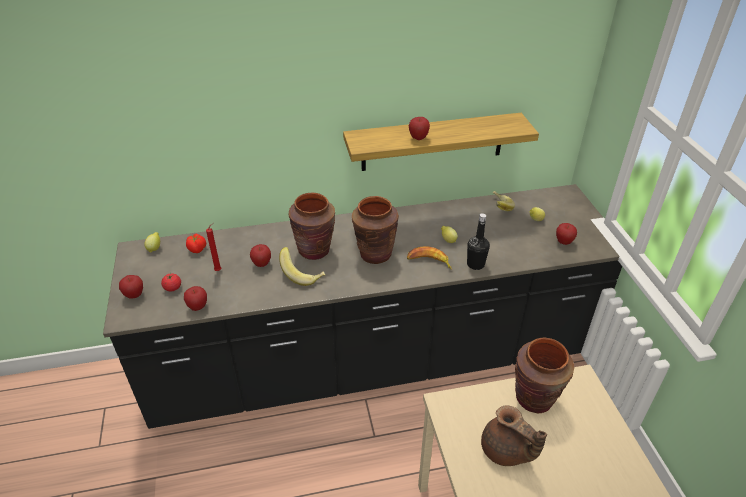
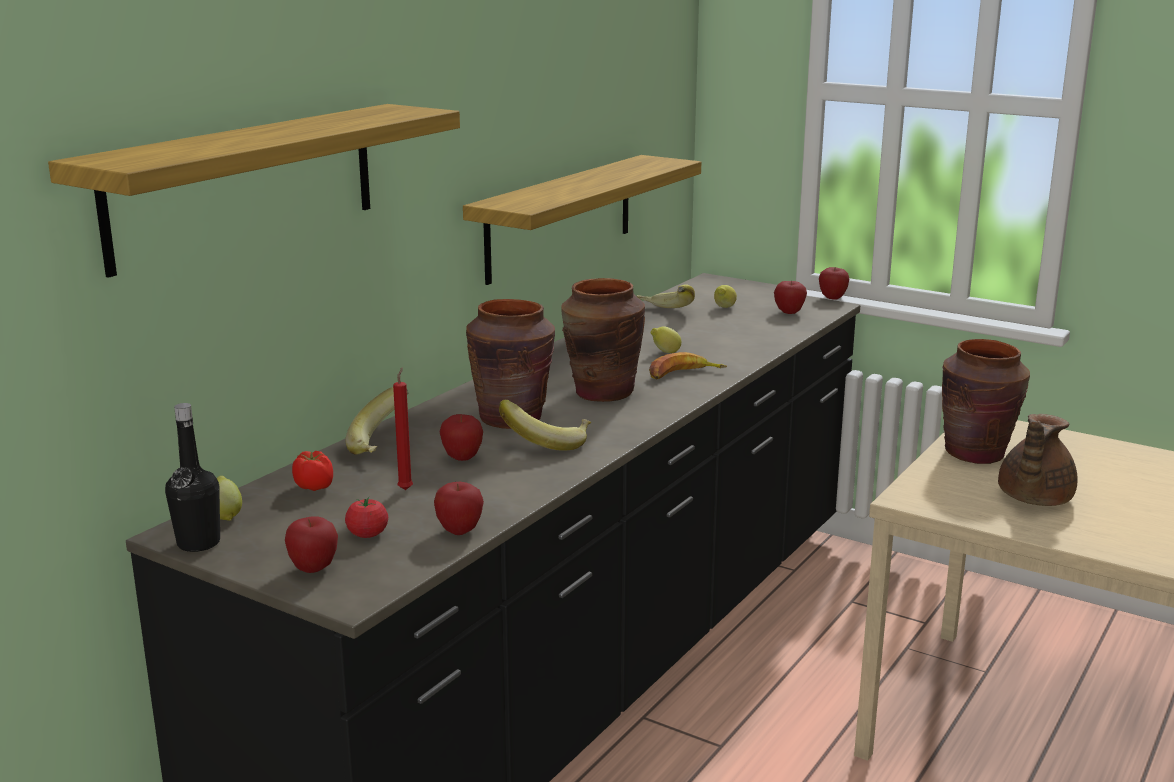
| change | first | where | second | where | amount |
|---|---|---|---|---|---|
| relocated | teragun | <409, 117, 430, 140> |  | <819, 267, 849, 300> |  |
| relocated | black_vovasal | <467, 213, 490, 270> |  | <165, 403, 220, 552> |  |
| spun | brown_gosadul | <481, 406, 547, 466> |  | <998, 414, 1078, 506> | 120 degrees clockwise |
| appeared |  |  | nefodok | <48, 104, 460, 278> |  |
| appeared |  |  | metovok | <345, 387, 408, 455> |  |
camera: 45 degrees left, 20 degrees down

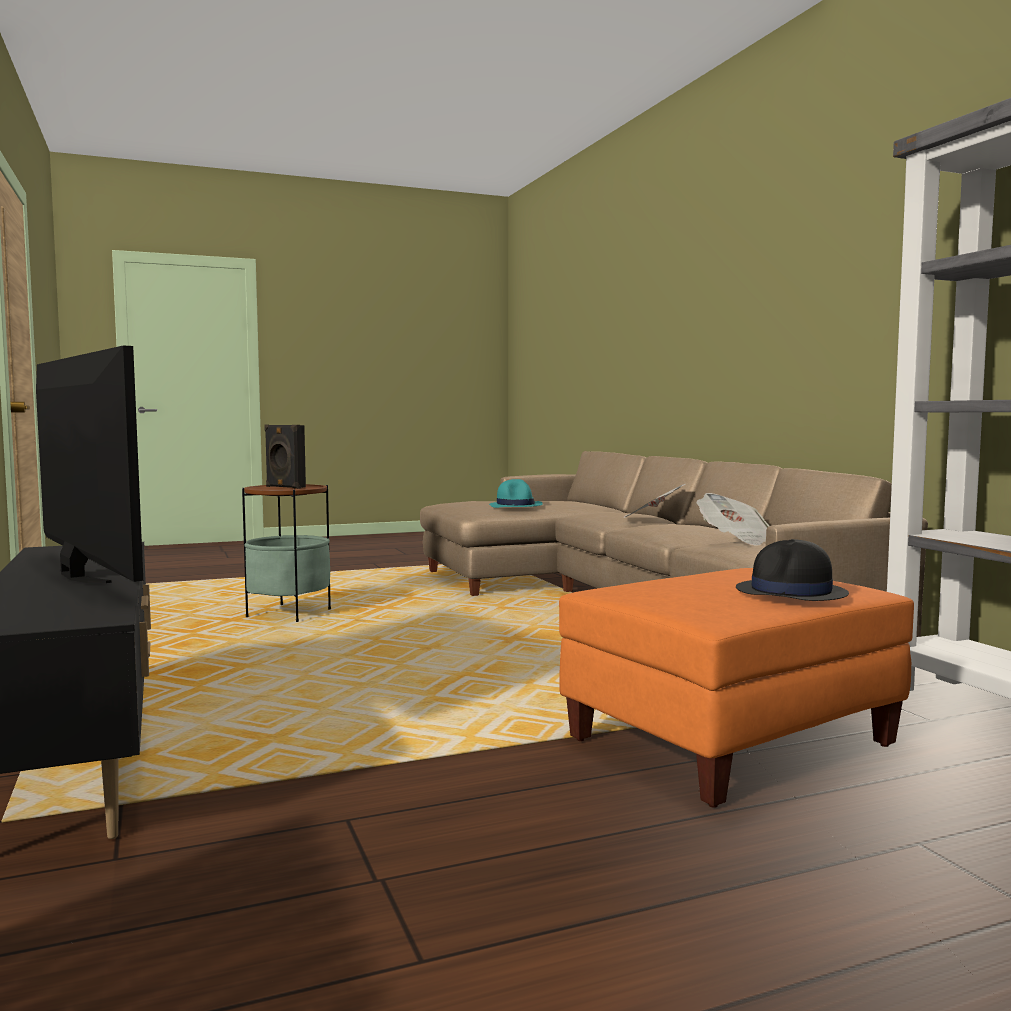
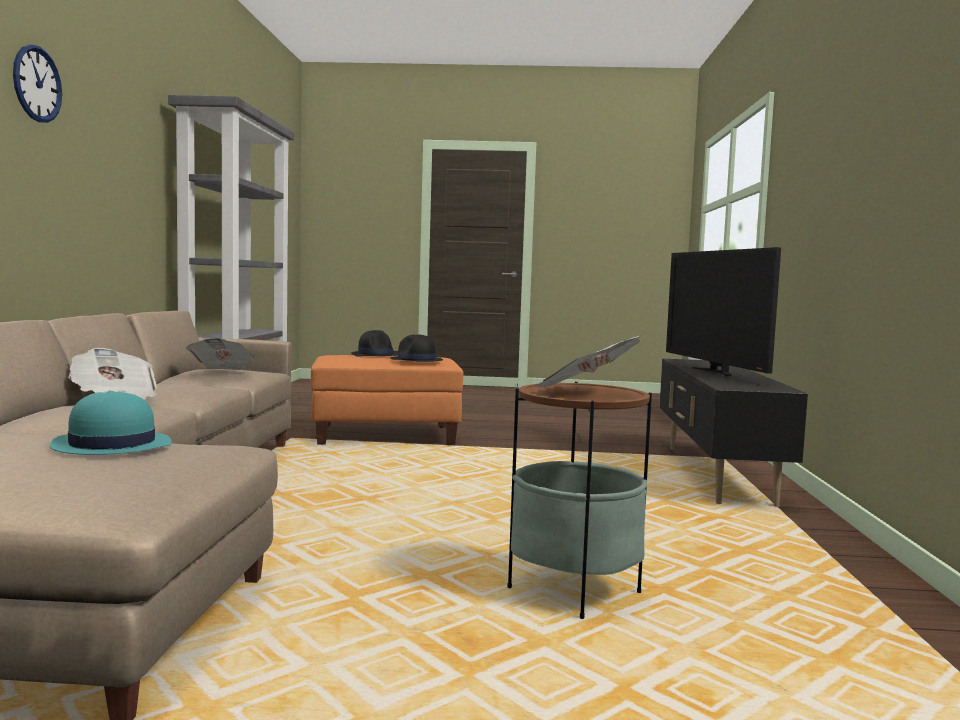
| change | first | where | second | where | amount |
|---|---|---|---|---|---|
| exchanged | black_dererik | <265, 424, 306, 489> | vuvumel | <535, 335, 642, 387> |  |
| appeared |  |  | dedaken | <13, 44, 62, 123> |  |
| appeared |  |  | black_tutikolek | <390, 334, 443, 362> |  |
camera: 155 degrees left, 0 degrees up

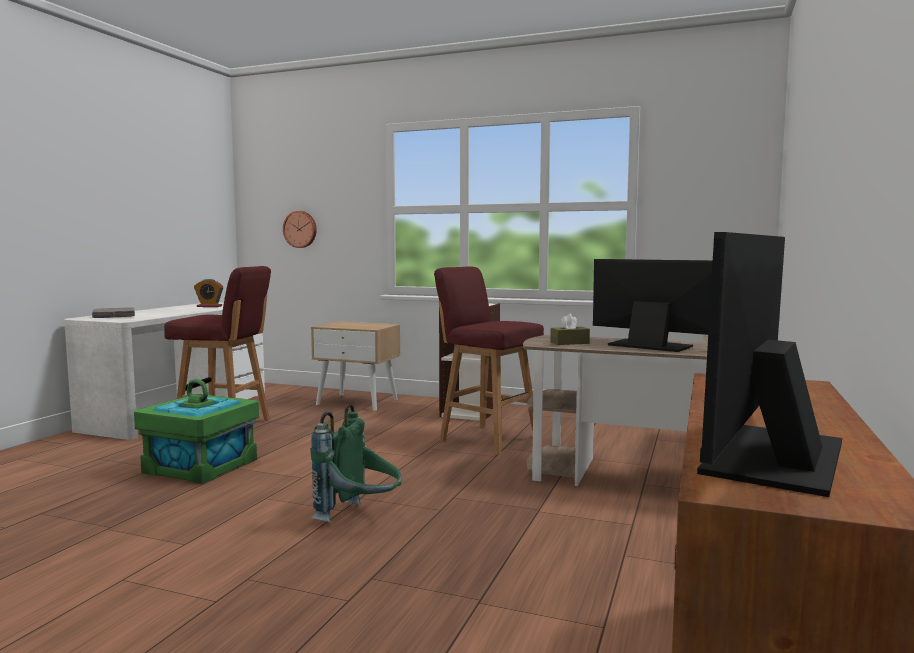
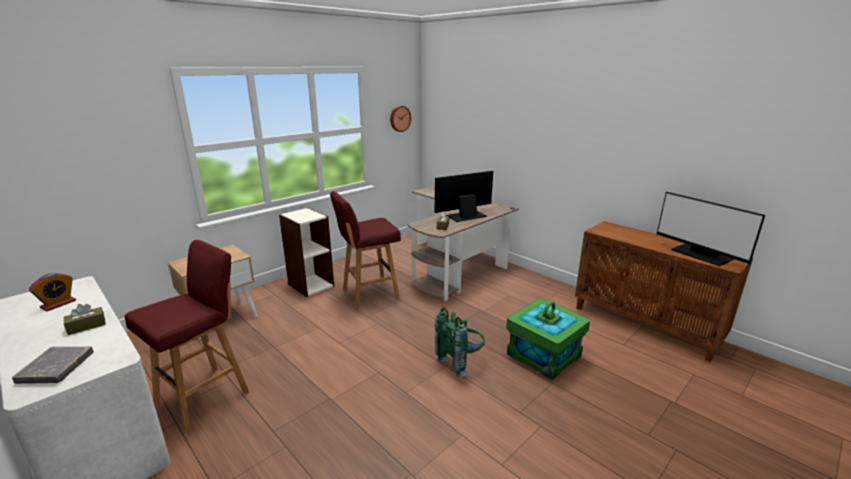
| change | first | where | second | where | amount |
|---|---|---|---|---|---|
| relocated | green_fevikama | <134, 379, 259, 484> |  | <507, 299, 590, 380> |  |
| relocated | dedaken | <283, 211, 317, 248> |  | <390, 106, 411, 132> |  |
| appeared |  |  | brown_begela | <64, 304, 106, 335> |  |
camera: 65 degrees left, 15 degrees up

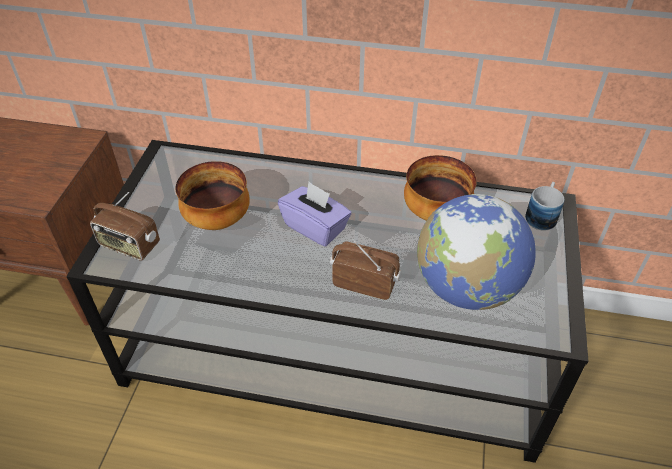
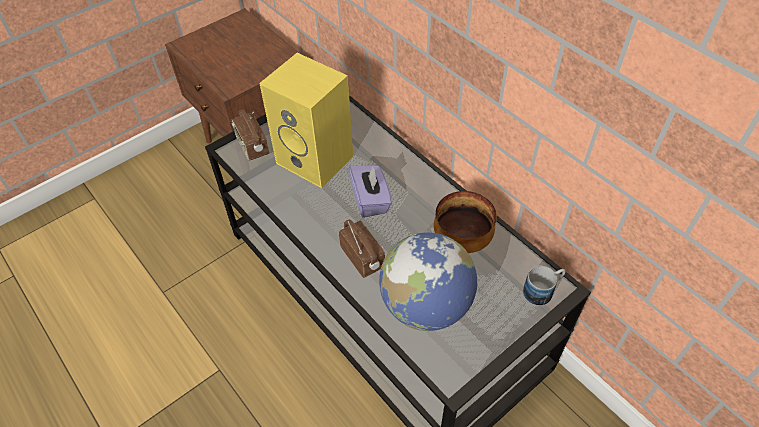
| change | first | where | second | where | amount |
|---|---|---|---|---|---|
| exchanged | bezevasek | <176, 161, 250, 230> | yellow_dererik | <259, 53, 353, 188> |  |
camera: 40 degrees right, 5 degrees up

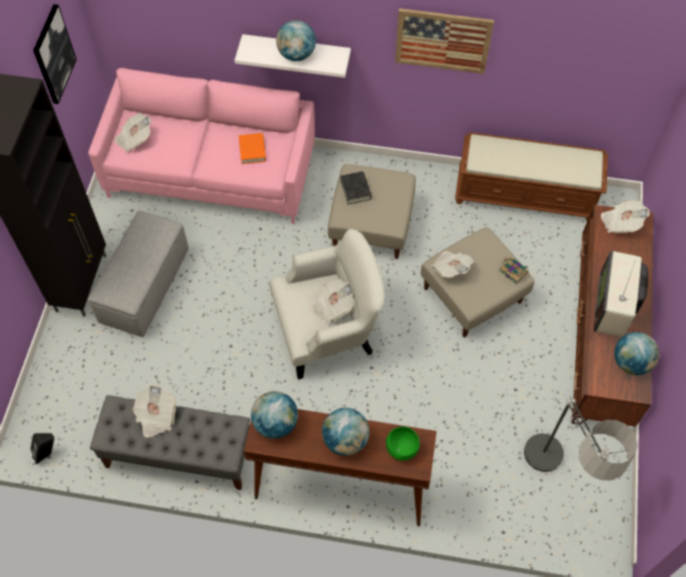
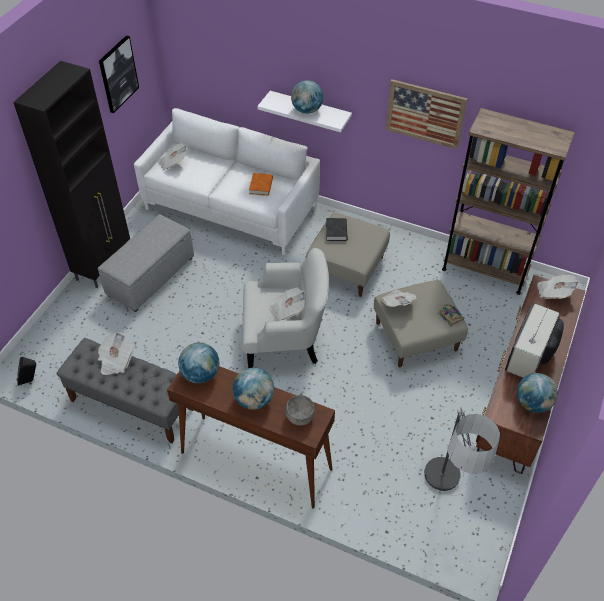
| change | first | where | second | where | amount |
|---|---|---|---|---|---|
| colour | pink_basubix | <88, 68, 315, 224> | white_basubix | <134, 108, 320, 255> |  |
| colour | green_bezevasek | <386, 426, 420, 461> | grey_bezevasek | <285, 395, 315, 426> |  |
| exchanged | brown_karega | <455, 132, 608, 221> | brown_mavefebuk | <442, 108, 575, 295> |  |
camera: 15 degrees right, 10 degrees down

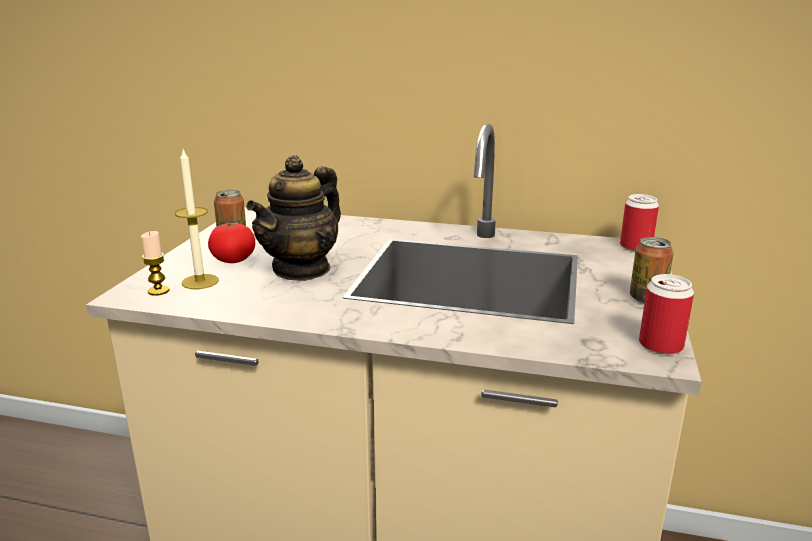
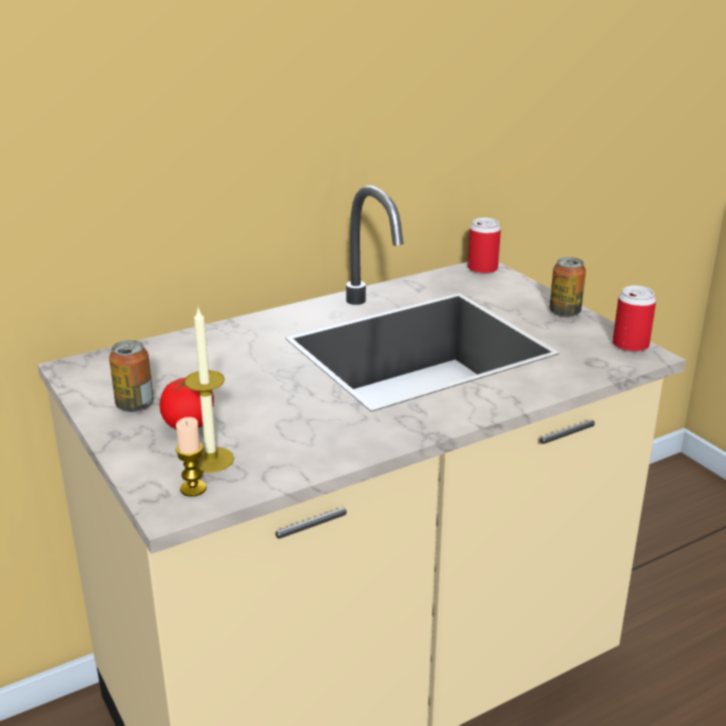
| change | first | where | second | where | amount |
|---|---|---|---|---|---|
| missing | gosadul | <246, 155, 341, 281> |  |  |  |
camera: 45 degrees left, 5 degrees up

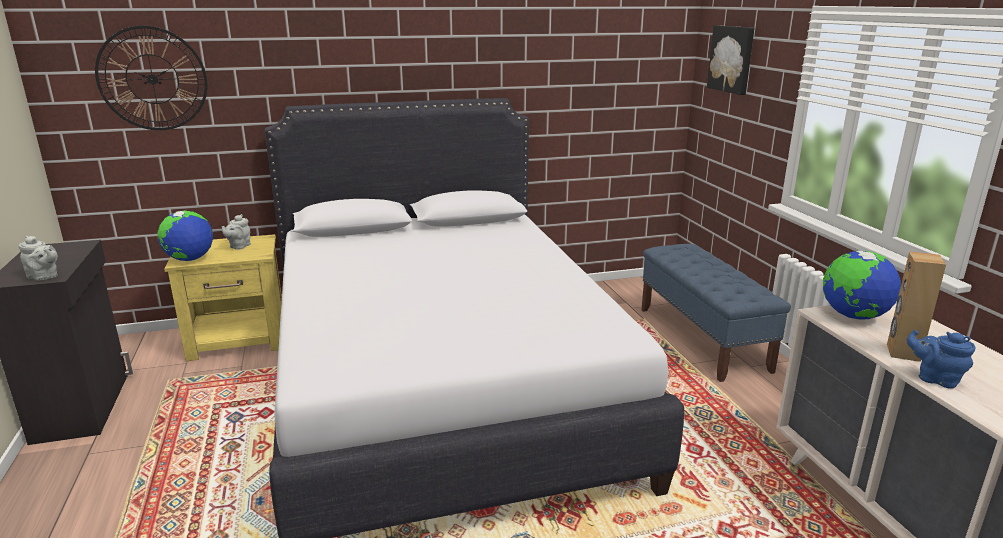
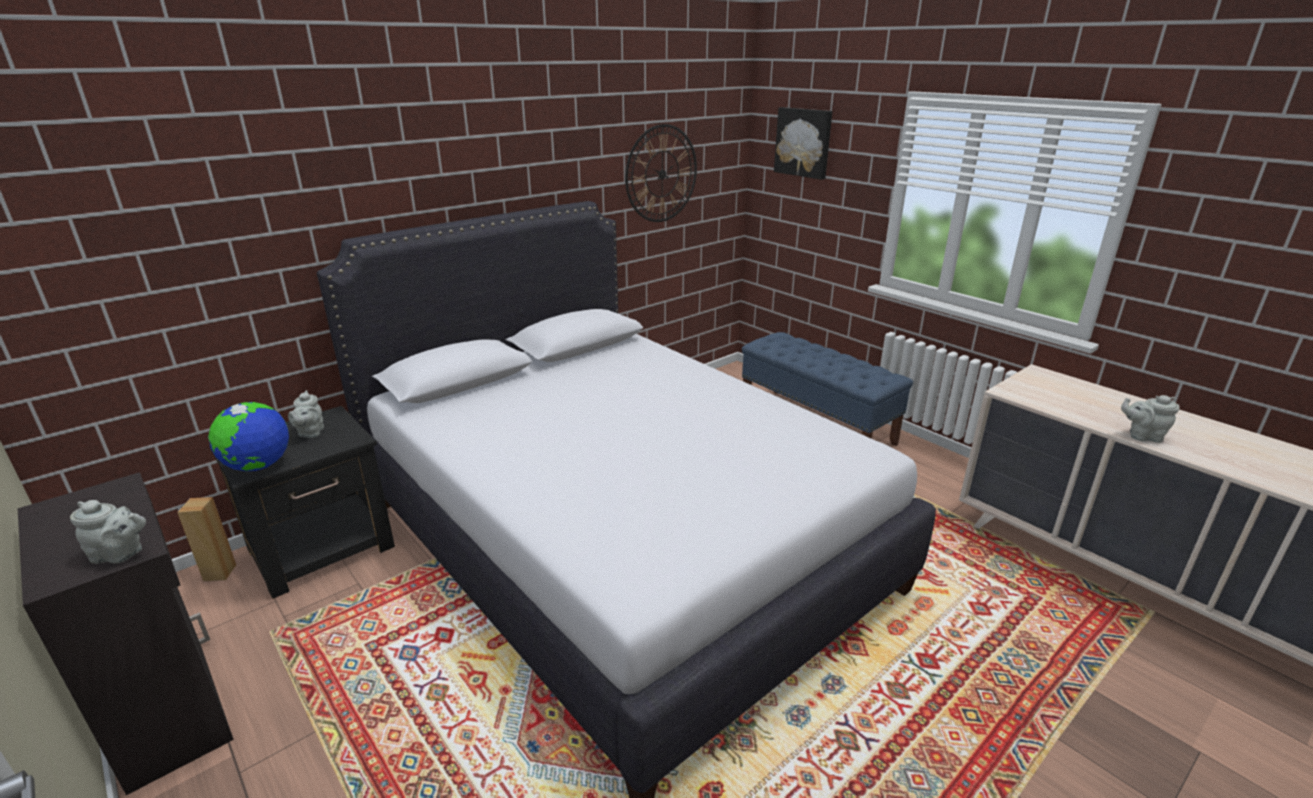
| change | first | where | second | where | amount |
|---|---|---|---|---|---|
| relocated | dedaken | <95, 25, 208, 130> |  | <625, 124, 697, 222> |  |
| colour | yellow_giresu | <164, 234, 282, 361> | black_giresu | <209, 406, 395, 599> |  |
| missing | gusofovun | <823, 251, 901, 319> |  |  |  |
| relocated | brown_dererik | <887, 251, 946, 362> |  | <177, 497, 236, 581> |  |
| colour | blue_gosadul | <907, 330, 976, 389> | grey_gosadul | <1121, 395, 1180, 443> |  |
camera: 25 degrees left, 5 degrees up

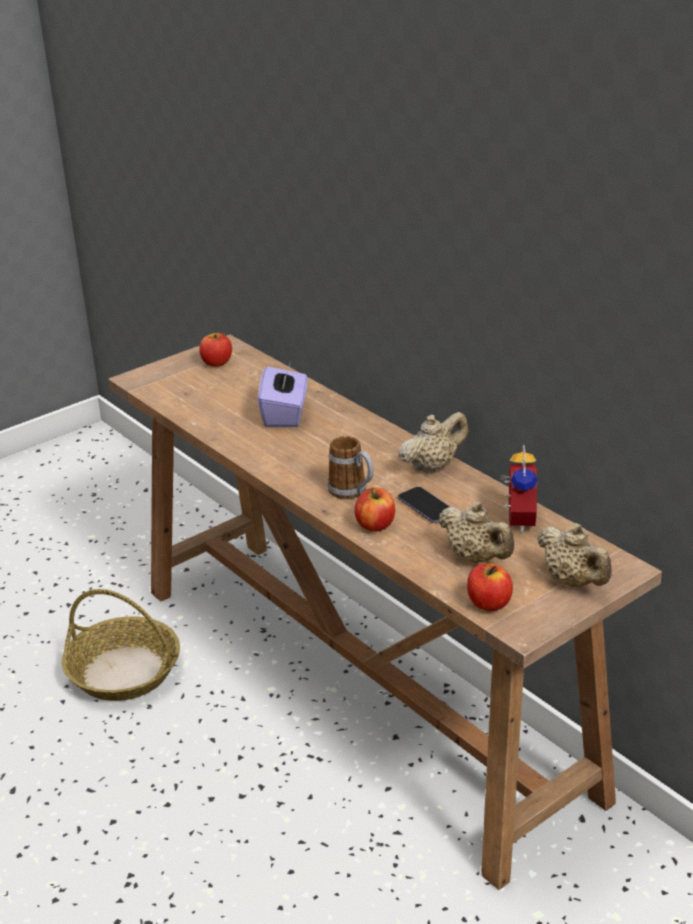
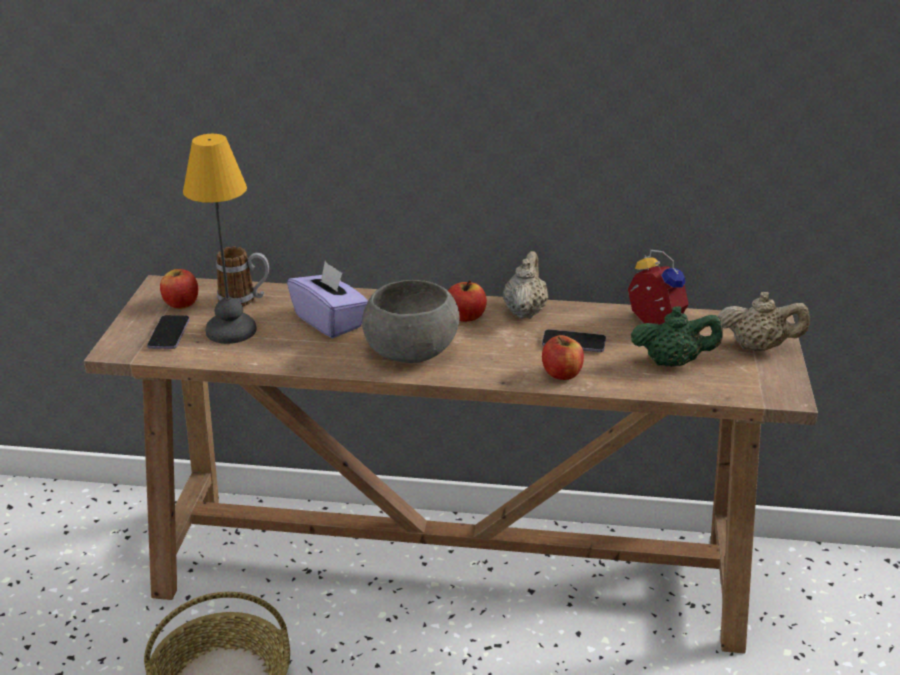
| change | first | where | second | where | amount |
|---|---|---|---|---|---|
| relocated | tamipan | <328, 436, 374, 499> |  | <216, 247, 269, 306> |  |
| colour | beige_gosadul | <438, 501, 514, 563> | green_gosadul | <631, 306, 723, 367> |  |
| relocated | teragun | <467, 564, 513, 611> |  | <448, 280, 487, 322> |  |
| appeared |  |  | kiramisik | <147, 315, 190, 349> |  |
| appeared |  |  | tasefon | <183, 134, 257, 344> |  |
| appeared |  |  | grey_bezevasek | <362, 280, 459, 363> |  |
camera: 45 degrees left, 0 degrees up

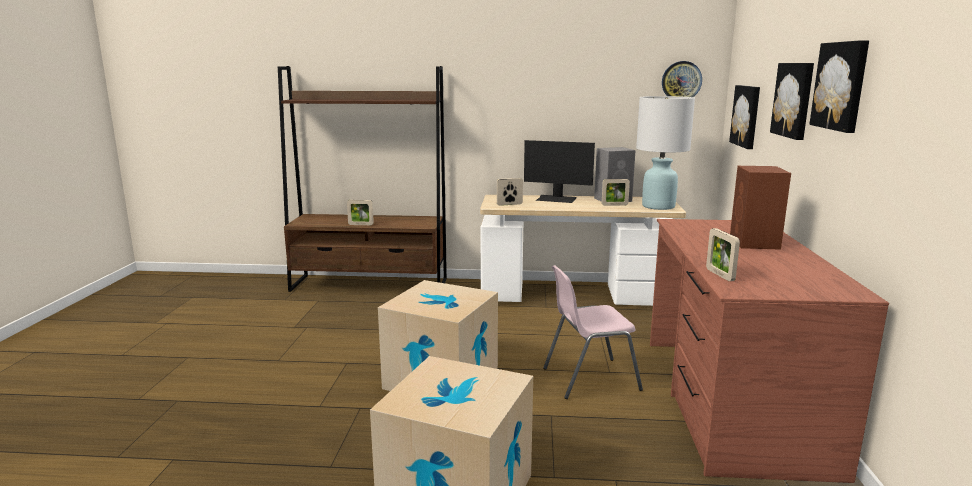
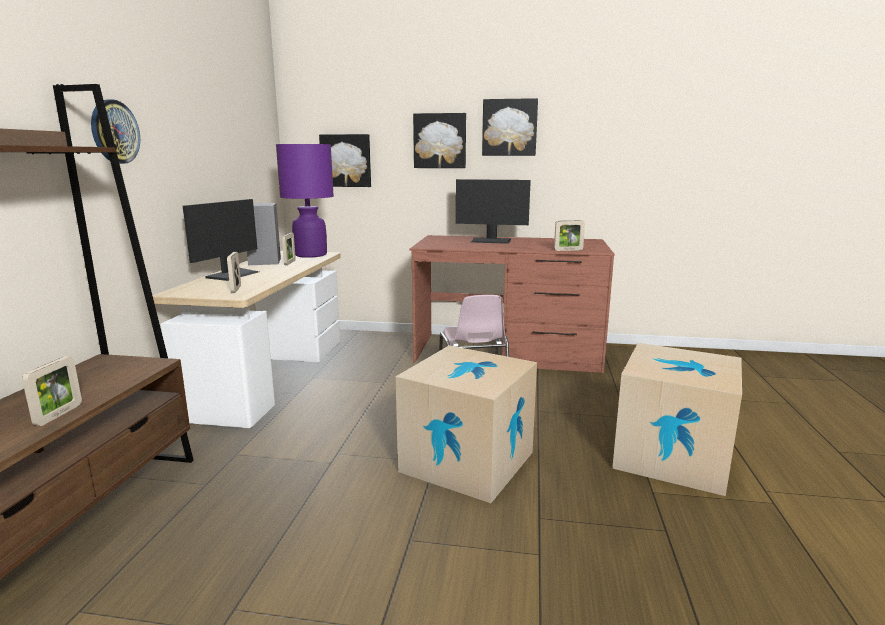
| change | first | where | second | where | amount |
|---|---|---|---|---|---|
| colour | white_tasefon | <636, 96, 695, 210> | purple_tasefon | <276, 144, 334, 258> |  |
| relocated | dedaken | <662, 61, 702, 97> |  | <91, 99, 140, 164> |  |
| exchanged | brown_dererik | <730, 166, 791, 250> | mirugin | <456, 179, 531, 244> |  |
camera: 85 degrees left, 0 degrees up

